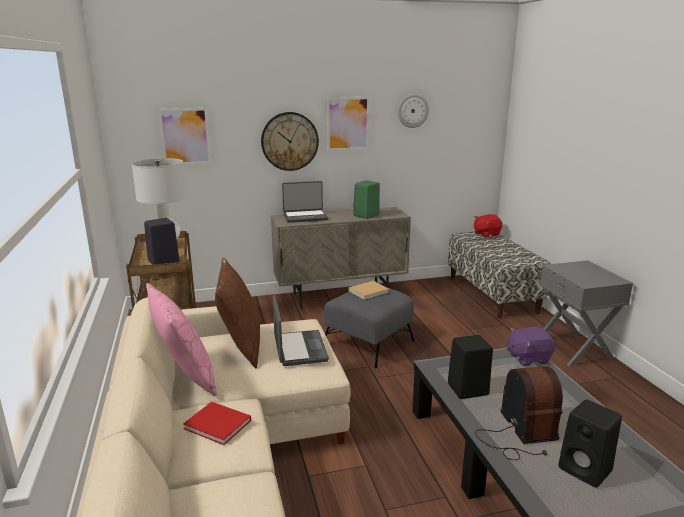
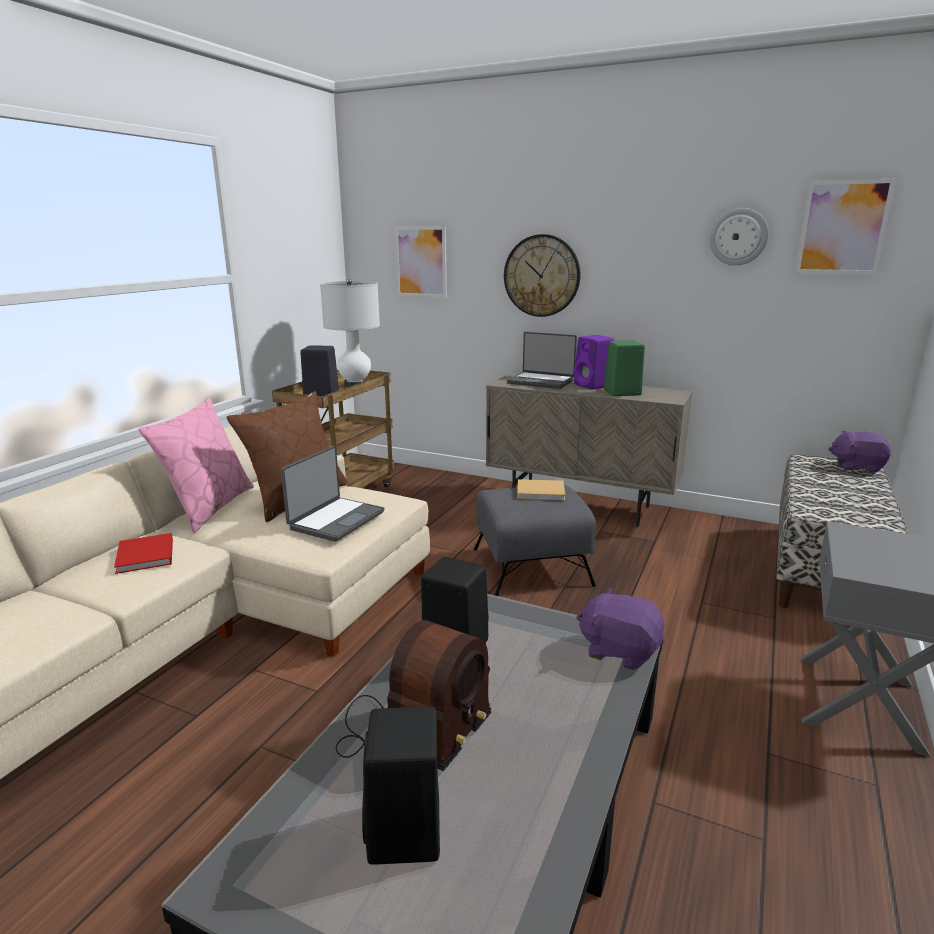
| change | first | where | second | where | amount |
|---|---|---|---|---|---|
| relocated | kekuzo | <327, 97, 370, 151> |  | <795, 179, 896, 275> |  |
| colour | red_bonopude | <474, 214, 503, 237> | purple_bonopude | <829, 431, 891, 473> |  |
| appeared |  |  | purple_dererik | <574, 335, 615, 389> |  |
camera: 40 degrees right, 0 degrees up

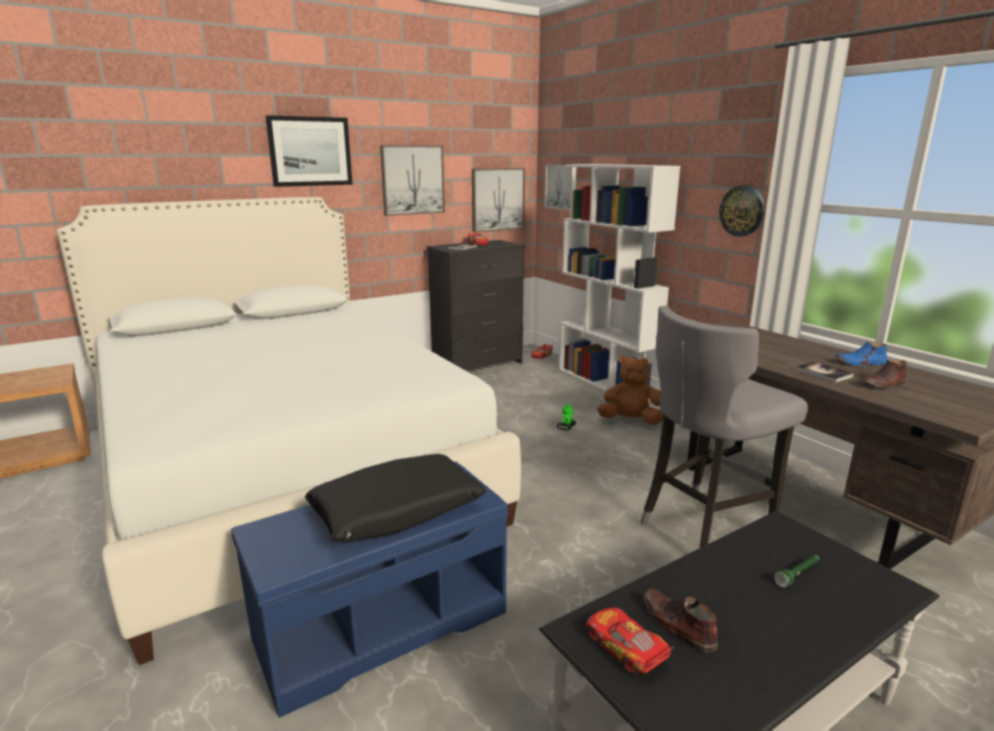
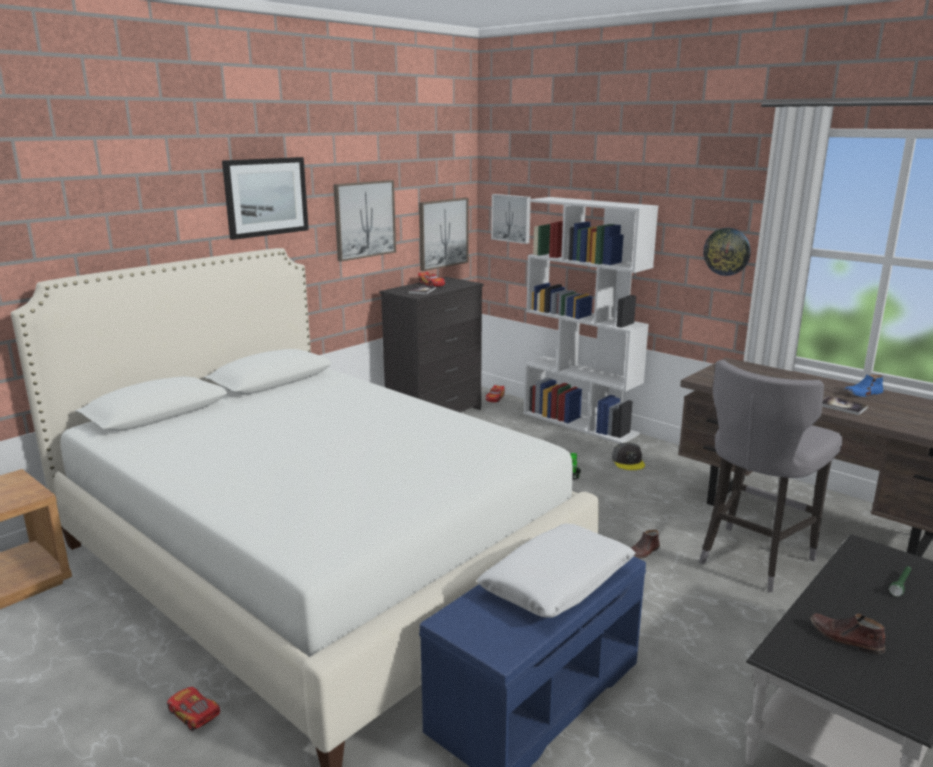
| change | first | where | second | where | amount |
|---|---|---|---|---|---|
| colour | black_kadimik | <305, 454, 486, 542> | white_kadimik | <477, 523, 636, 618> |  |
| relocated | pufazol | <586, 608, 673, 675> |  | <167, 687, 220, 731> |  |
| exchanged | brown_bonopude | <597, 355, 663, 425> | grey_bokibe | <612, 443, 645, 470> |  |
| relocated | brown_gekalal | <861, 360, 907, 388> |  | <631, 530, 660, 558> |  |
camera: 15 degrees left, 0 degrees up

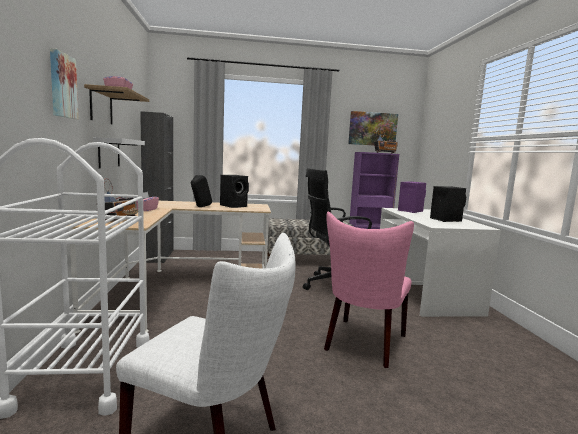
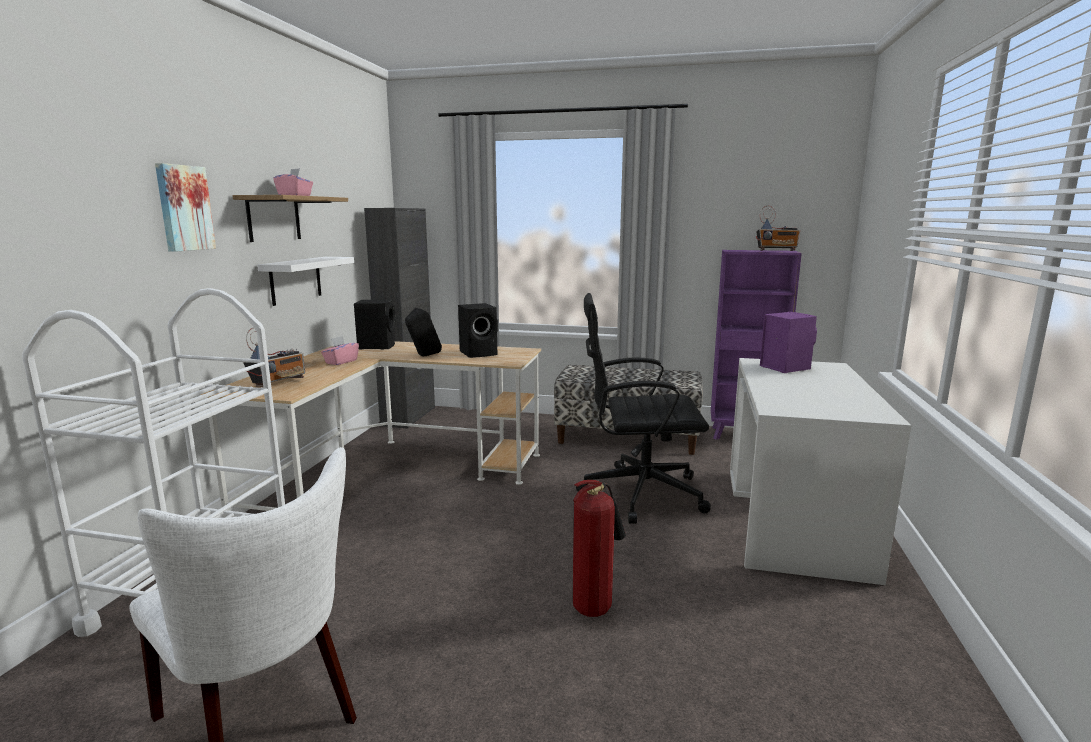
| change | first | where | second | where | amount |
|---|---|---|---|---|---|
| exchanged | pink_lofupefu | <324, 212, 414, 368> | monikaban | <573, 480, 626, 617> |  |
| missing | kekuzo | <348, 111, 398, 145> |  |  |  |
| relocated | black_dererik | <430, 186, 466, 222> |  | <354, 299, 396, 349> |  |
camera: 20 degrees right, 5 degrees up

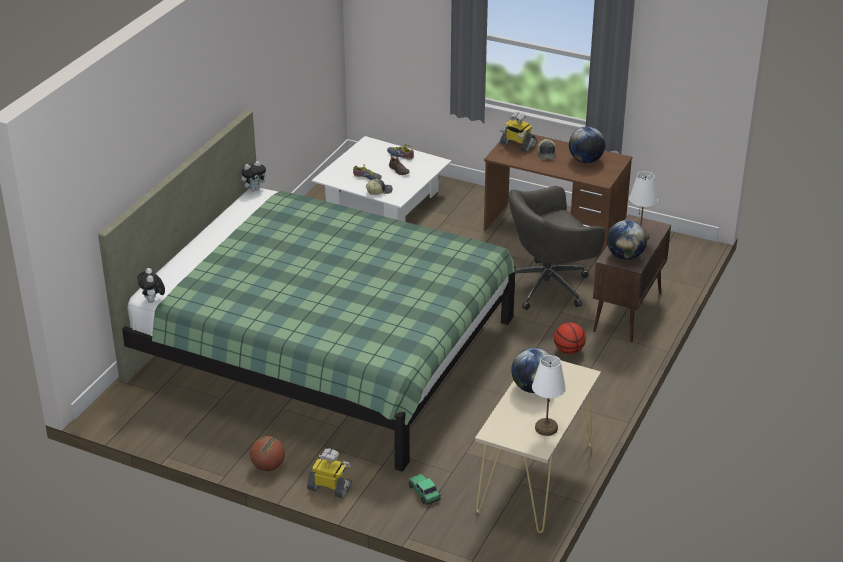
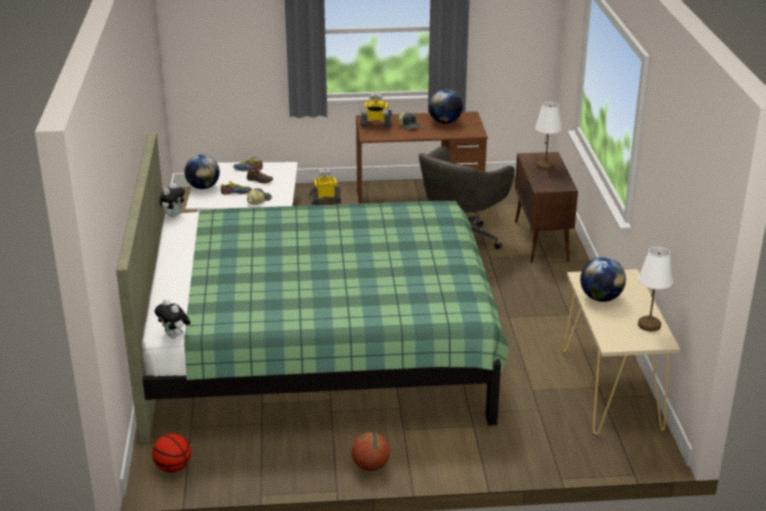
| change | first | where | second | where | amount |
|---|---|---|---|---|---|
| relocated | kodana | <307, 448, 352, 498> |  | <310, 168, 341, 204> |  |
| missing | pufazol | <408, 474, 441, 505> |  |  |  |
| relocated | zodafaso | <554, 322, 586, 354> |  | <152, 433, 191, 472> |  |
| relocated | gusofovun | <607, 220, 647, 260> |  | <184, 154, 220, 189> |  |
camera: 30 degrees left, 5 degrees down

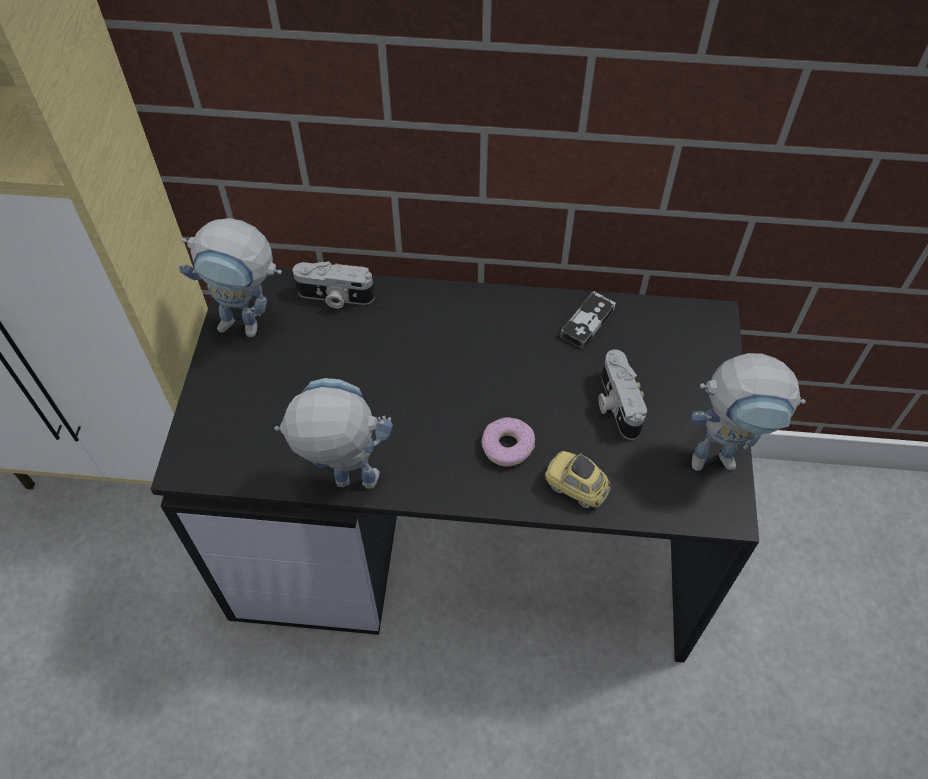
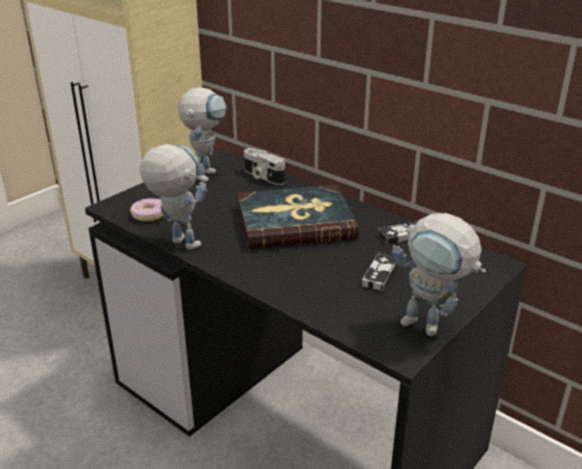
| change | first | where | second | where | amount |
|---|---|---|---|---|---|
| spun | kodana | <178, 218, 282, 337> |  | <178, 87, 227, 182> | 120 degrees counterclockwise |
| relocated | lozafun | <482, 417, 535, 467> |  | <130, 198, 163, 221> |  |
| missing | pufazol | <545, 451, 611, 508> |  |  |  |
| exchanged | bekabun | <598, 349, 647, 440> | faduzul | <362, 253, 398, 292> |  |
| appeared |  |  | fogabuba | <237, 185, 359, 249> |  |
camera: 35 degrees right, 25 degrees down

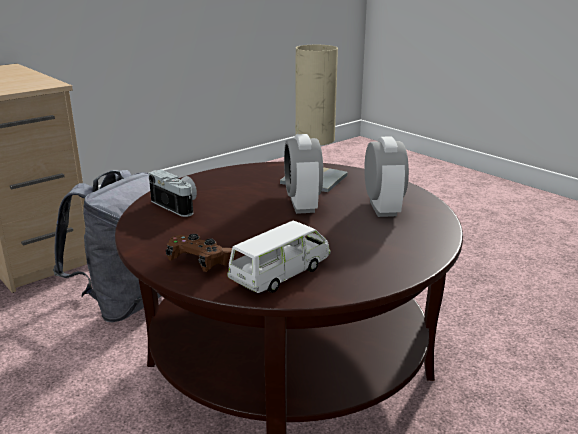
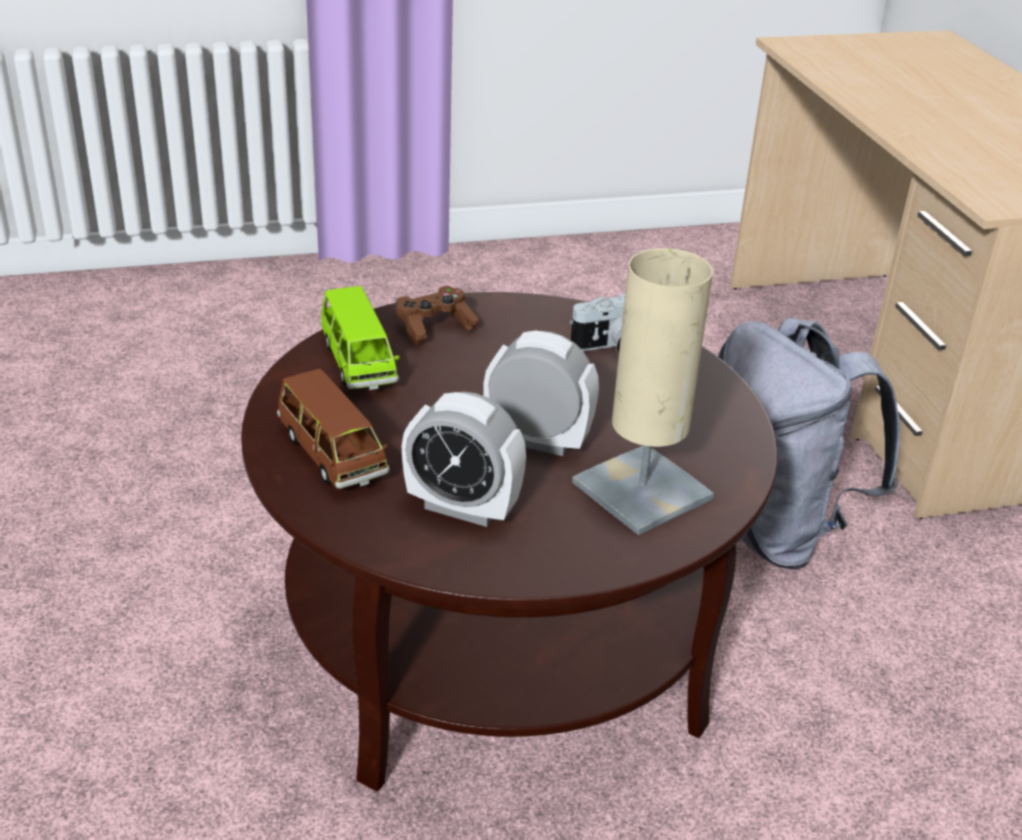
| change | first | where | second | where | amount |
|---|---|---|---|---|---|
| colour | white_pufazol | <227, 221, 331, 293> | green_pufazol | <320, 286, 400, 390> |  |
| appeared |  |  | brown_pufazol | <277, 369, 390, 489> |  |
camera: 115 degrees right, 10 degrees up

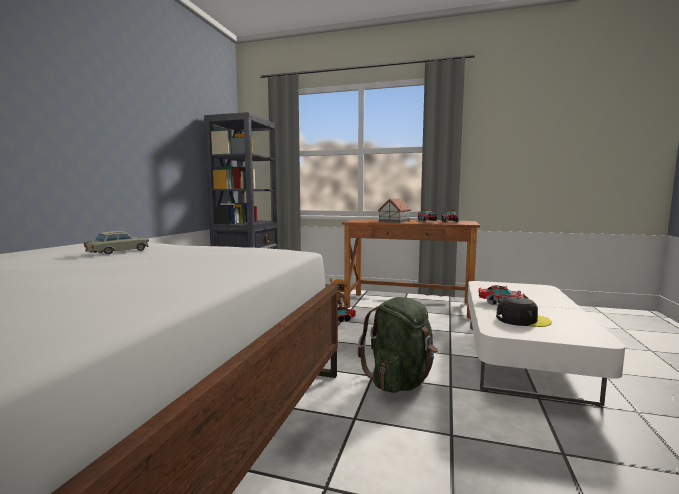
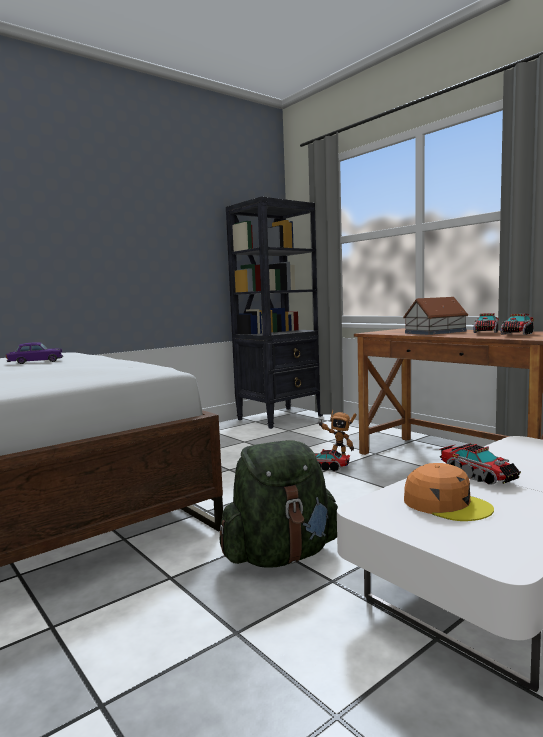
| change | first | where | second | where | amount |
|---|---|---|---|---|---|
| colour | beige_pufazol | <84, 231, 149, 254> | purple_pufazol | <6, 342, 63, 364> |  |
| colour | black_bokibe | <496, 297, 552, 327> | orange_bokibe | <404, 463, 494, 521> |  |
camera: 35 degrees right, 0 degrees up

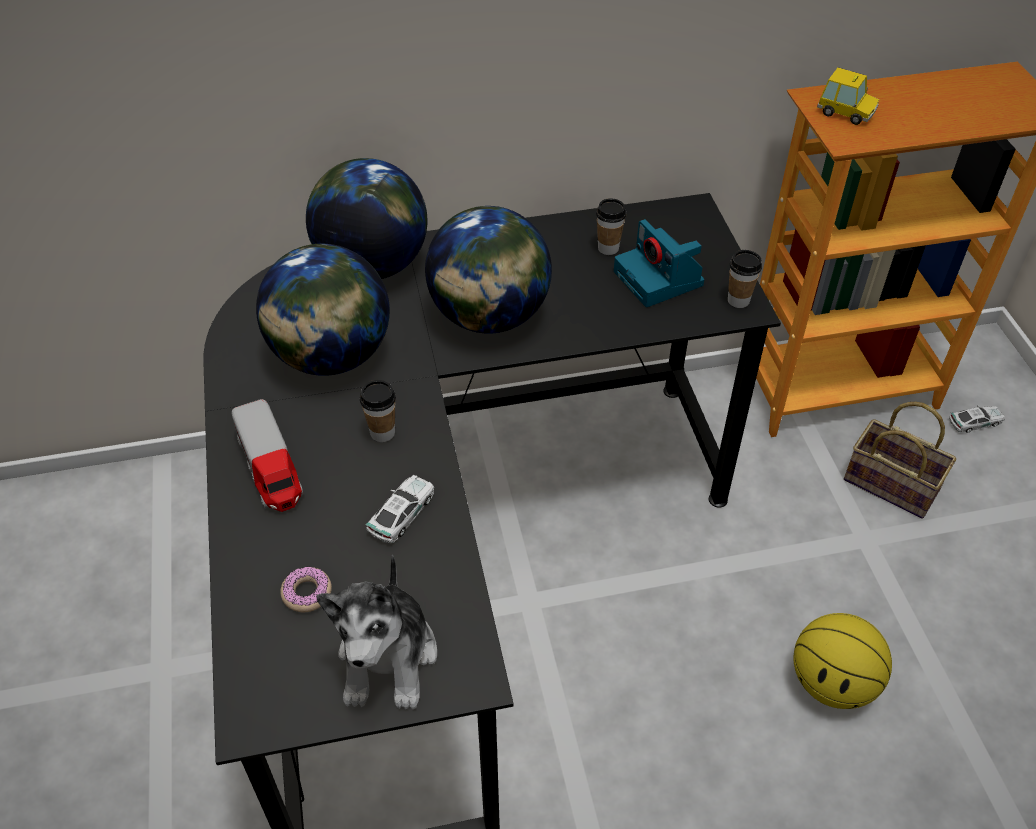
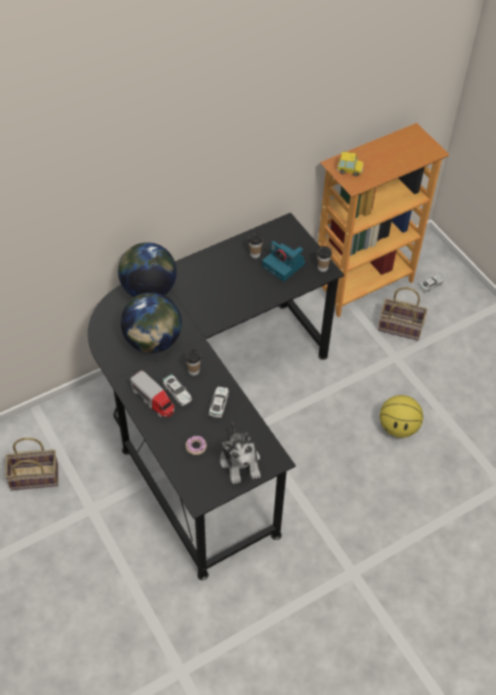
| change | first | where | second | where | amount |
|---|---|---|---|---|---|
| missing | gusofovun | <425, 206, 552, 333> |  |  |  |
| appeared |  |  | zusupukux | <5, 438, 58, 491> |  |
| appeared |  |  | pufazol | <162, 374, 192, 406> |  |
camera: 20 degrees left, 5 degrees up

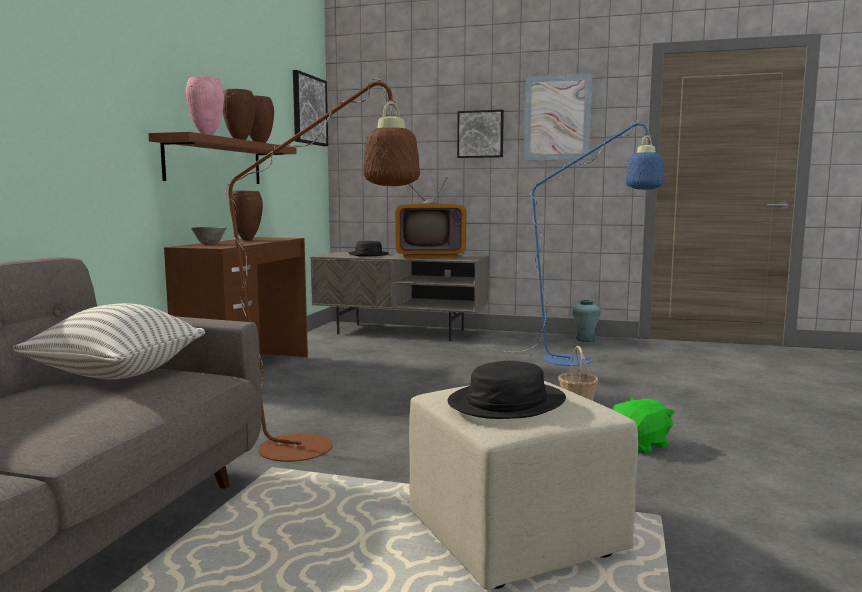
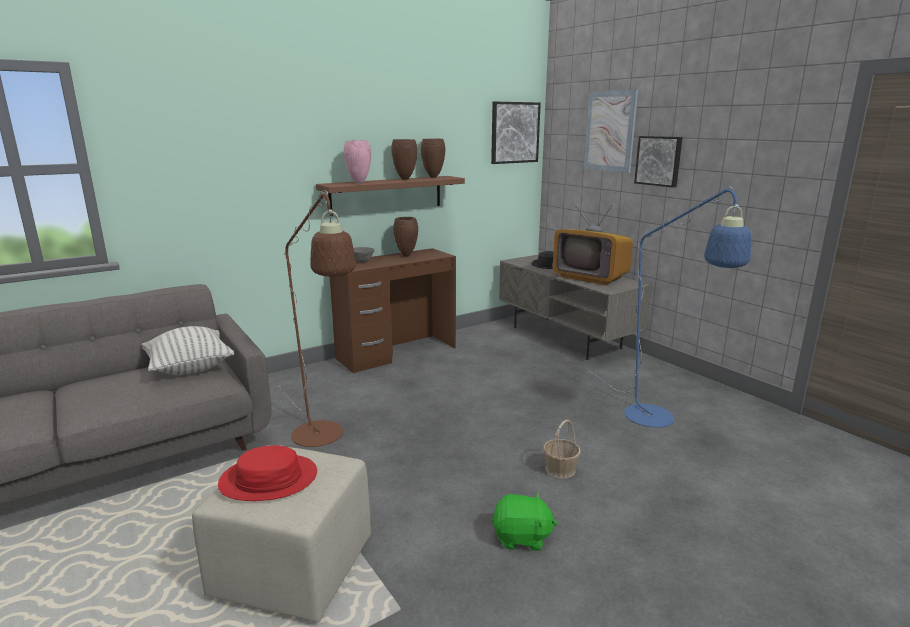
| change | first | where | second | where | amount |
|---|---|---|---|---|---|
| colour | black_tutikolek | <447, 361, 566, 419> | red_tutikolek | <218, 445, 317, 501> |  |
| relocated | kekuzo | <524, 73, 592, 161> |  | <583, 89, 638, 173> |  |
| missing | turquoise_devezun | <572, 300, 601, 342> |  |  |  |
camera: 40 degrees right, 10 degrees up

